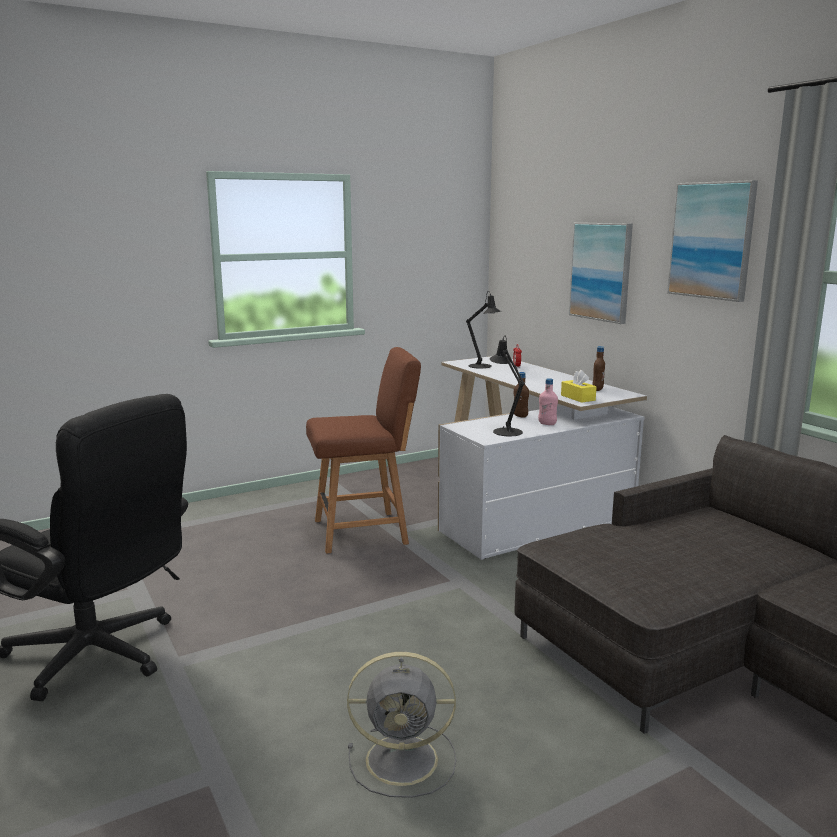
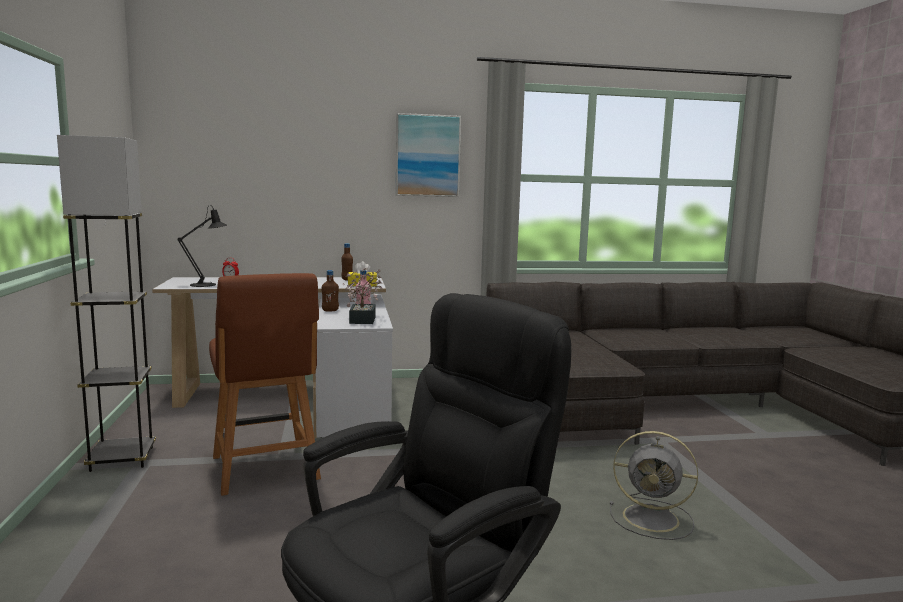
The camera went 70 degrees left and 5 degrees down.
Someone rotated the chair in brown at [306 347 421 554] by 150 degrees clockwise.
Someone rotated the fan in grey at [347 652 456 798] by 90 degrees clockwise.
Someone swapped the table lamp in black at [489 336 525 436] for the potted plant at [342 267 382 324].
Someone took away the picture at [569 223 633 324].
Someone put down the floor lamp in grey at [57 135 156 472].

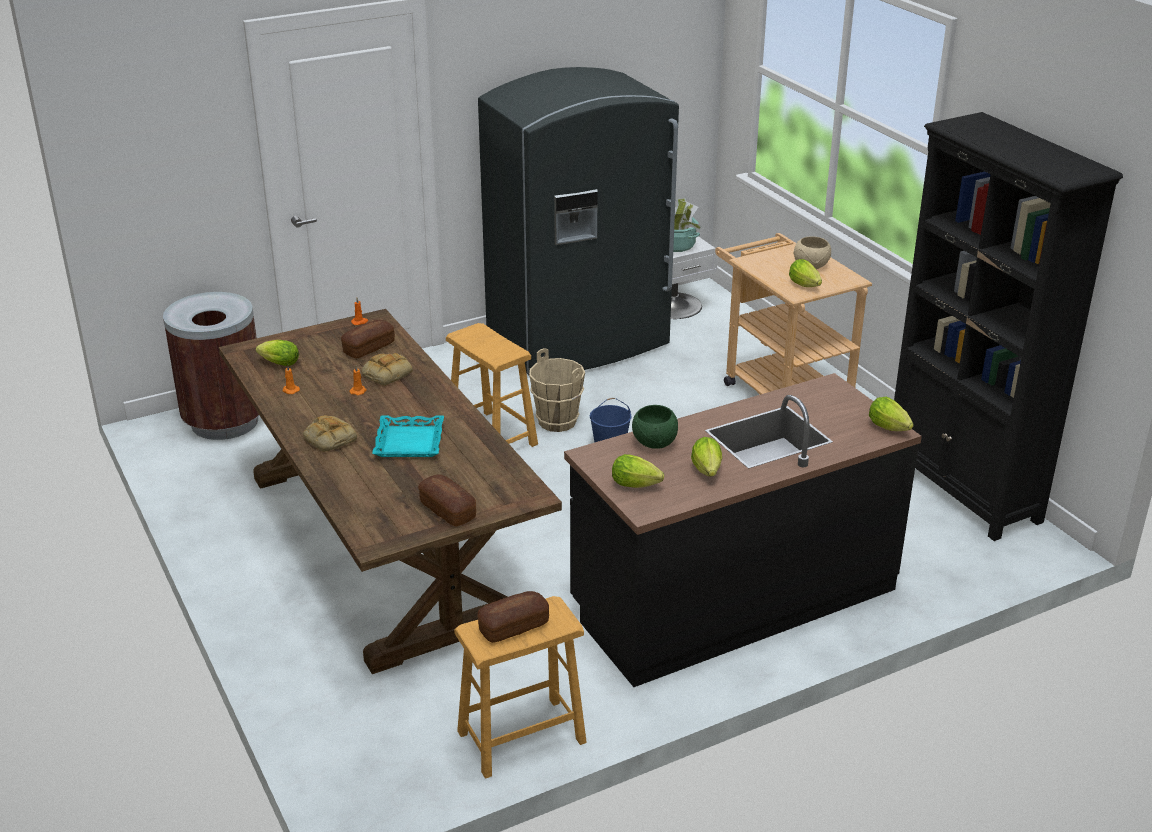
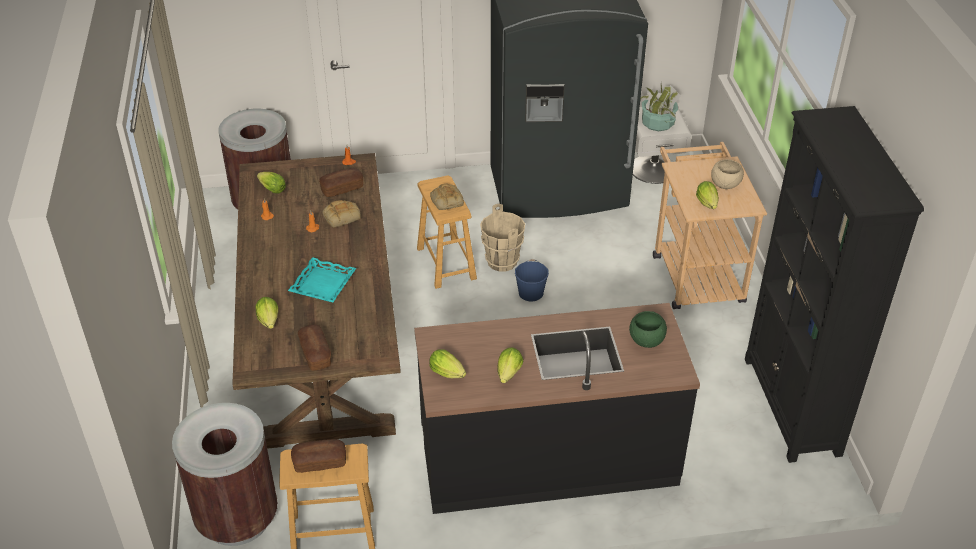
The camera went 20 degrees right and 10 degrees up.
Someone carried the bread from [303 415 357 452] to [430 183 464 210].
Someone carried the bowl in green from [632 405 678 449] to [629 311 667 348].
Someone carried the lettuce from [869 397 914 431] to [255 297 278 329].
Someone put down the trash can in brown at [172 403 278 546].

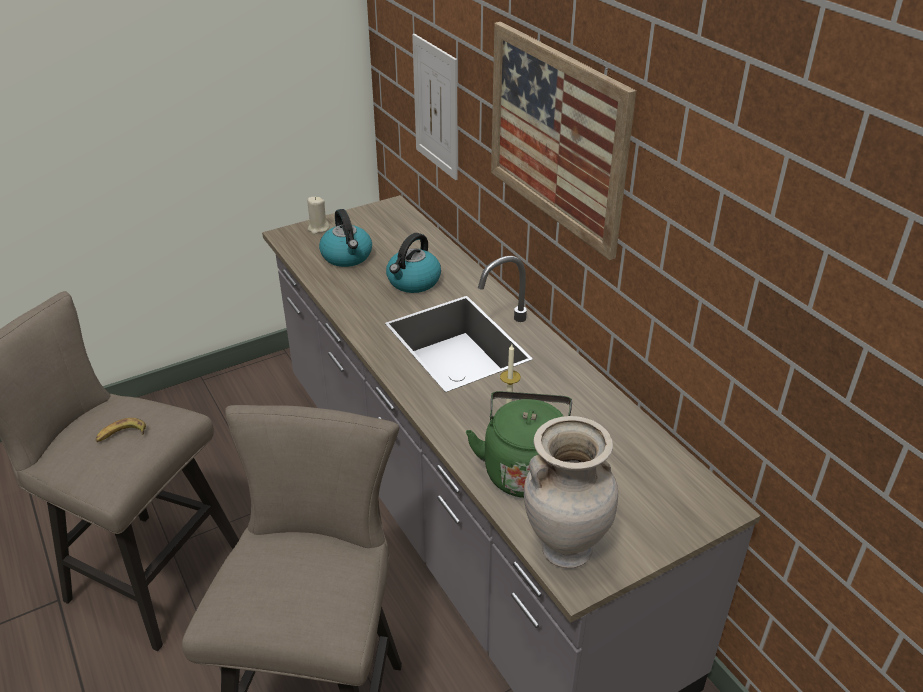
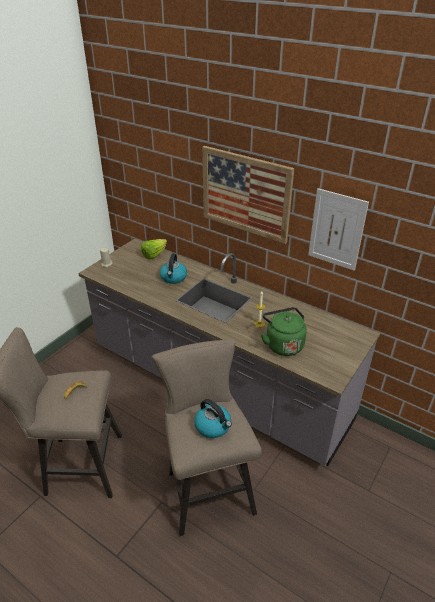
The camera went 25 degrees left and 0 degrees up.
Someone carried the kettle from [319 209 372 267] to [194 399 232 438].
Someone carried the picture from [412 34 458 180] to [308 188 369 271].
Someone took away the vase in beige at [524 416 618 568].
Someone put down the lettuce at [141 239 167 259].

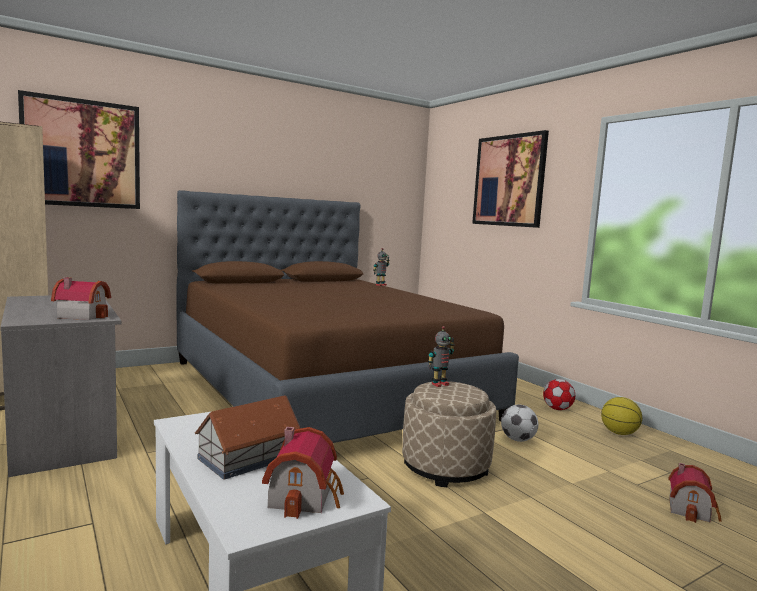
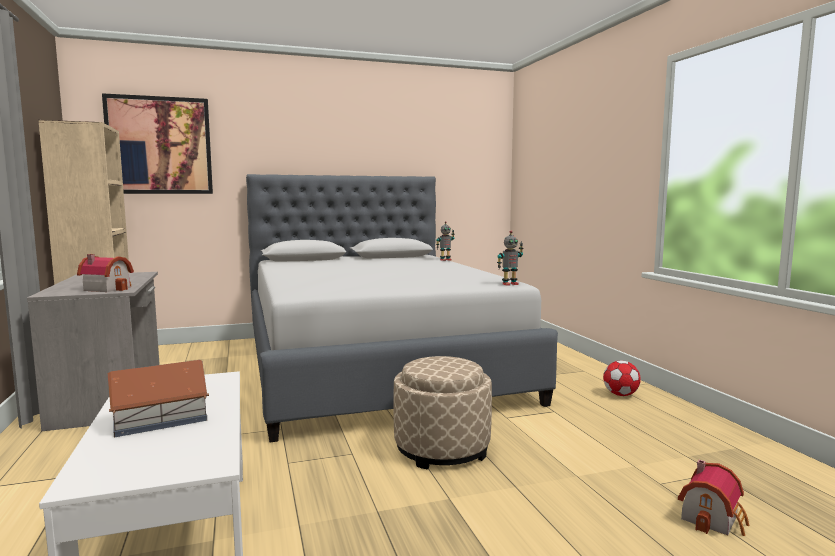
The camera went 15 degrees right and 0 degrees up.
Someone repainted the bed in brown at [176 190 519 443], which became the bed in grey at [246 174 558 443].
Someone took away the toy house at [262 427 344 519].
Someone carried the toy robot from [428 326 455 387] to [497 231 523 286].
Someone took away the picture at [472 130 549 228].
Someone took away the football at [501 404 538 442].
Someone took away the basketball at [601 397 642 435].

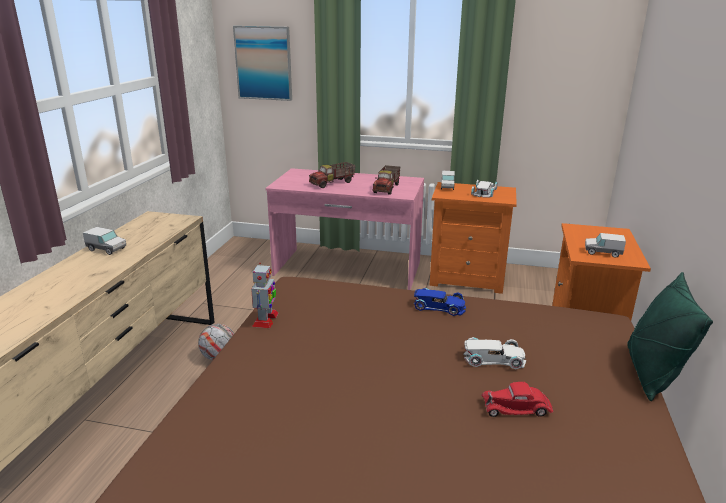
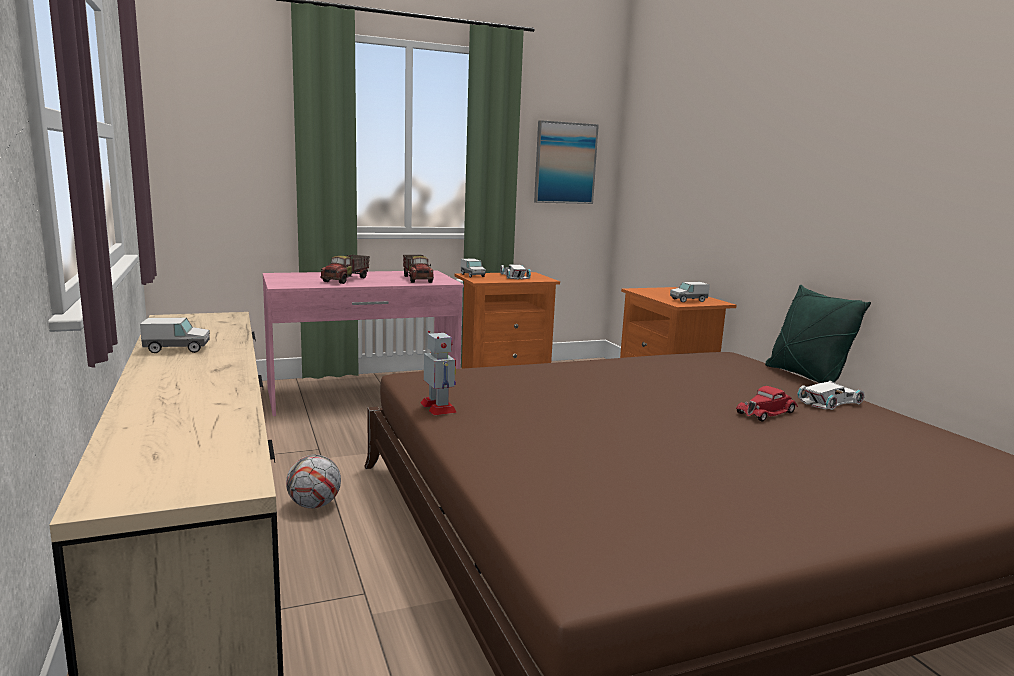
The camera went 35 degrees left and 10 degrees down.
Someone carried the picture from [233 26 292 101] to [534 120 599 204].
Someone took away the toy car in blue at [414 288 466 316].
Someone carried the toy car in white from [464 337 526 369] to [797 381 865 410].

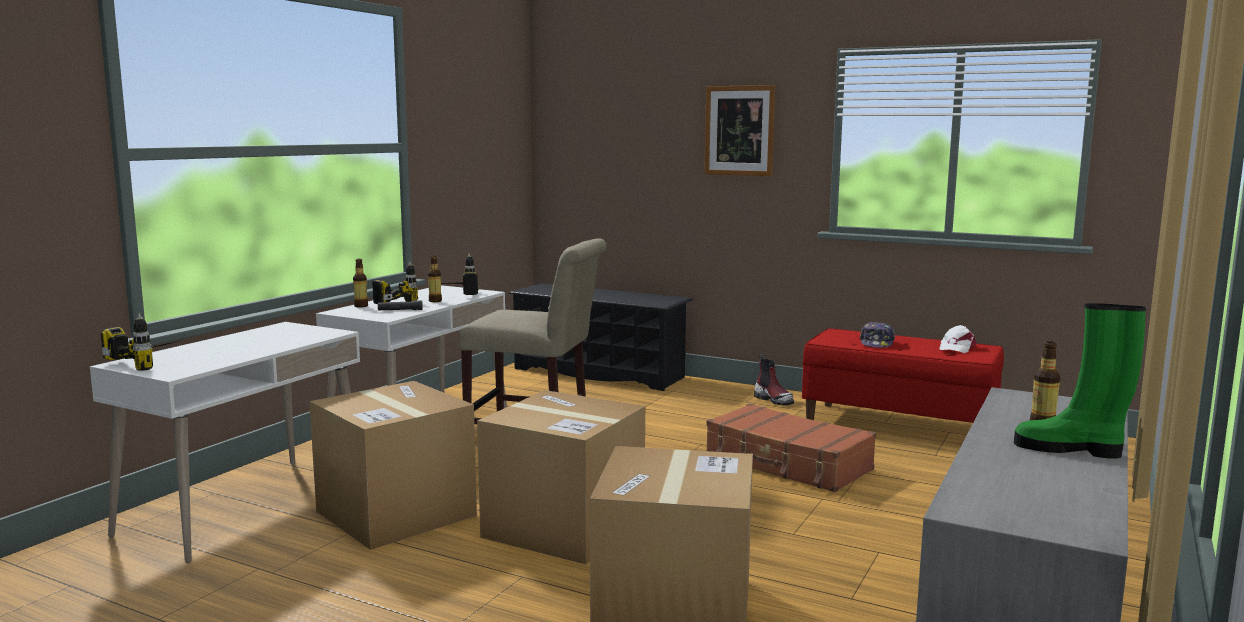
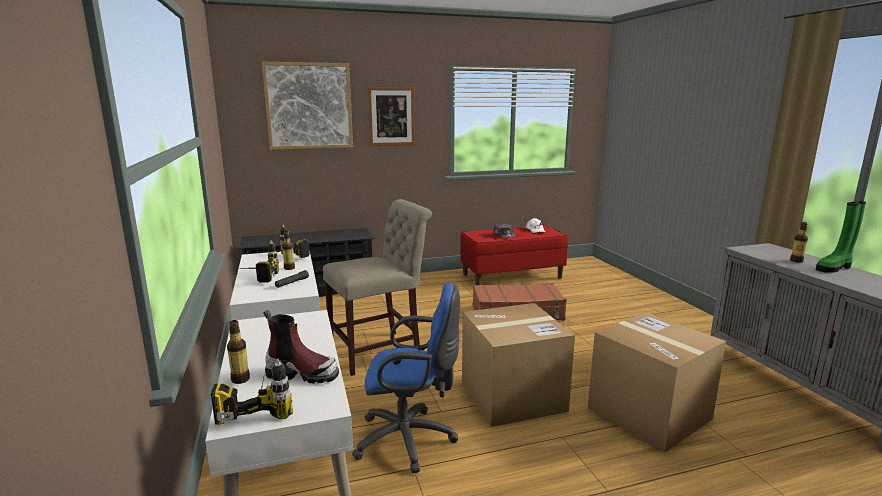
The camera went 45 degrees left and 5 degrees up.
Someone swapped the cardboard box at [309 381 477 550] for the office chair in blue at [352 283 460 473].
Someone carried the bottle from [353 259 368 308] to [227 320 250 384].
Someone carried the boot from [754 354 794 406] to [263 310 339 383].
Someone put up the picture at [262 62 353 150].

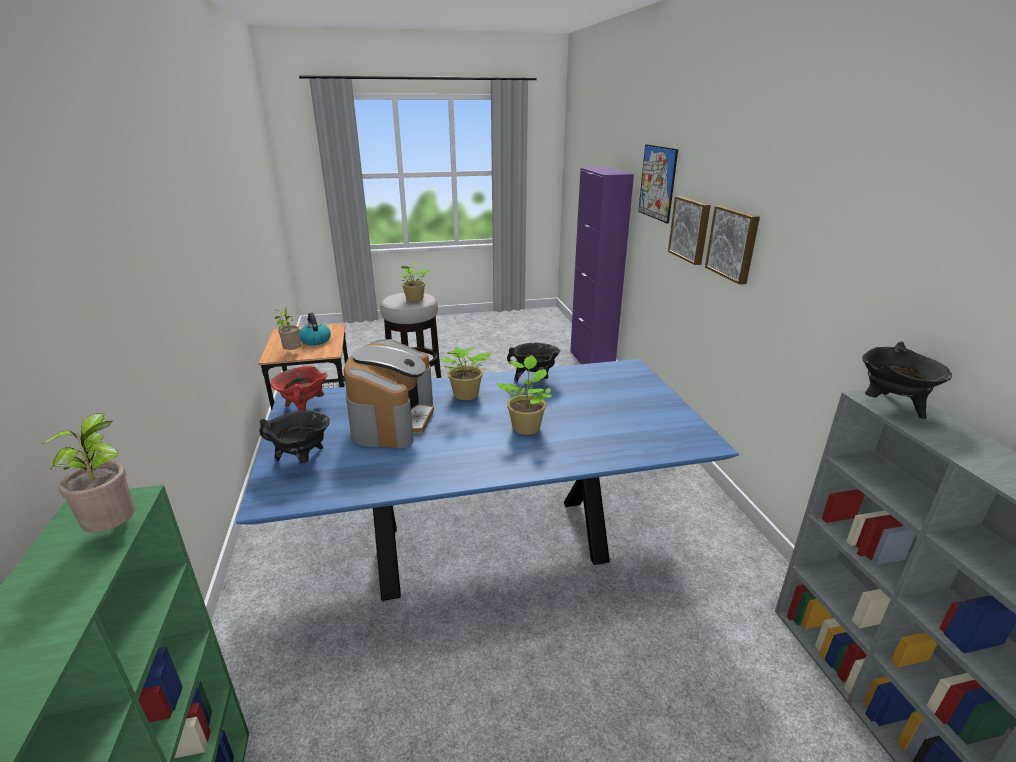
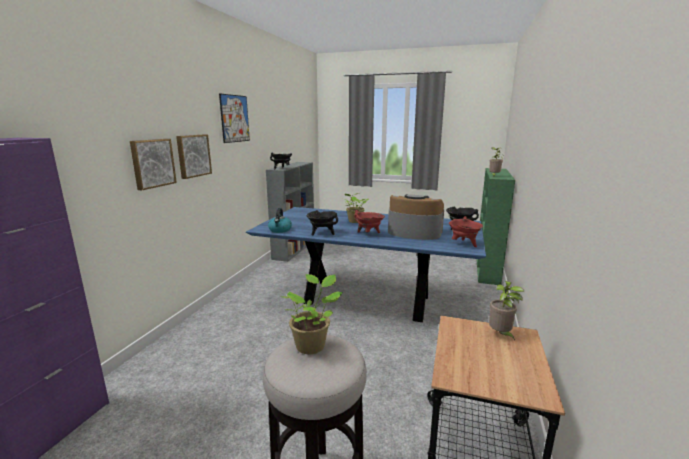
The camera went 150 degrees left and 10 degrees down.
Someone carried the kettle from [299 313 331 345] to [268 208 292 233].
Someone rotated the coffee machine at [343 339 434 449] by 75 degrees clockwise.
Someone swapped the potted plant at [439 347 491 400] for the cooking pot in red at [354 210 385 233].
Someone carried the picture from [638 144 678 224] to [219 93 250 143].

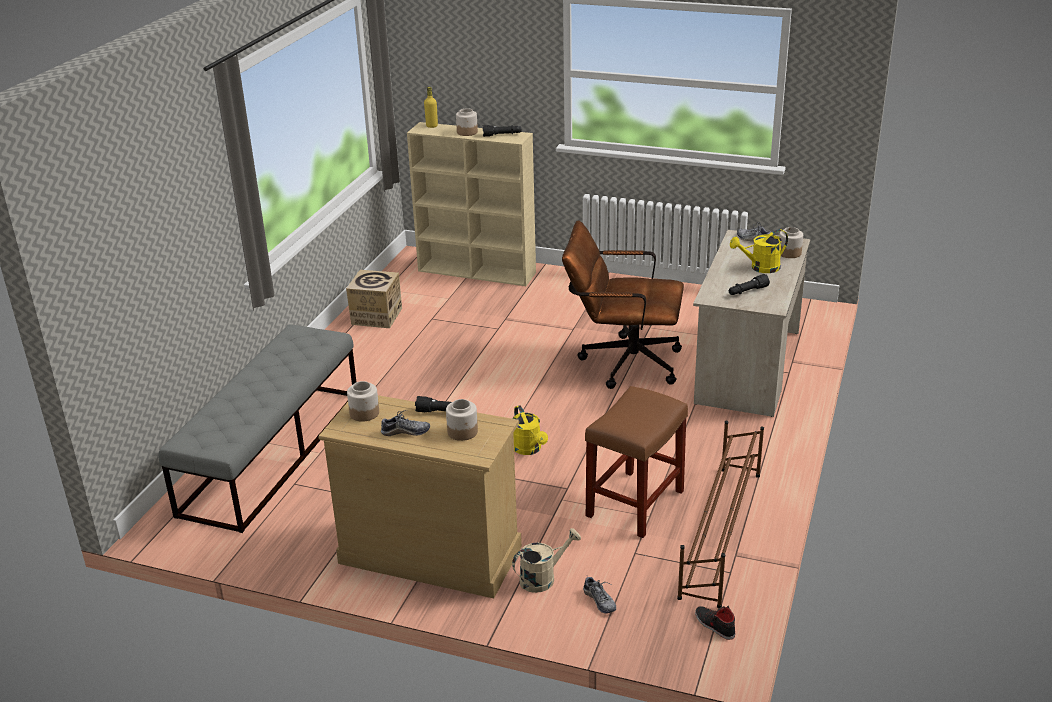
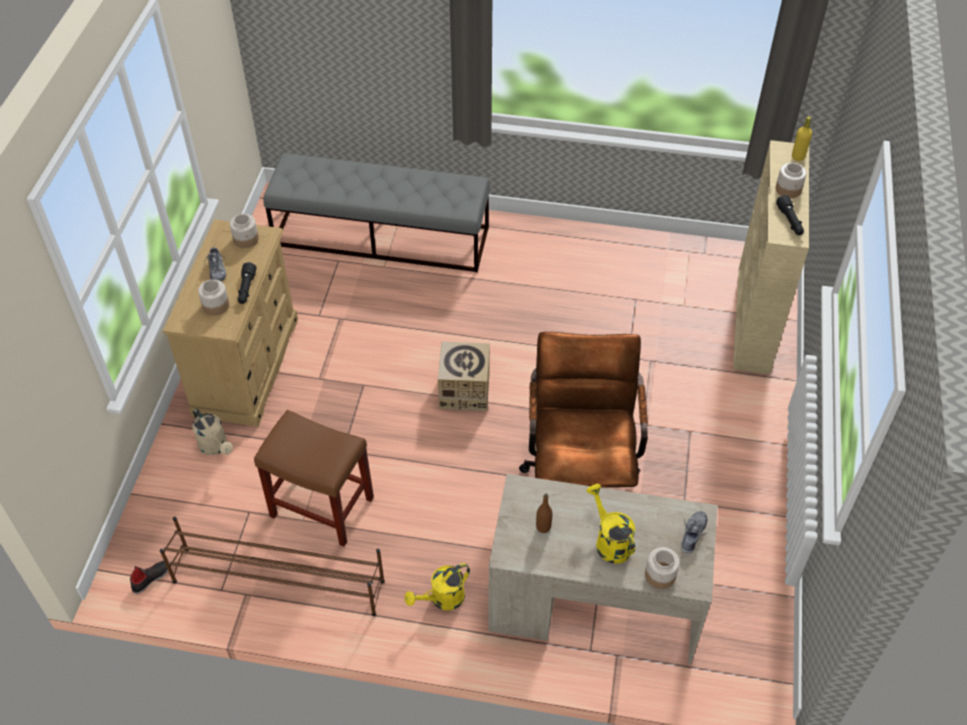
The camera went 80 degrees right and 20 degrees up.
Someone carried the cardboard box from [346 270 402 328] to [438 341 490 411].
Someone carried the watering can in yellow from [513 405 548 455] to [404 563 470 611].
Someone took away the shoe at [583 577 616 613].
Someone swapped the flashlight in black at [729 274 770 295] for the bottle in brown at [536 494 552 533].

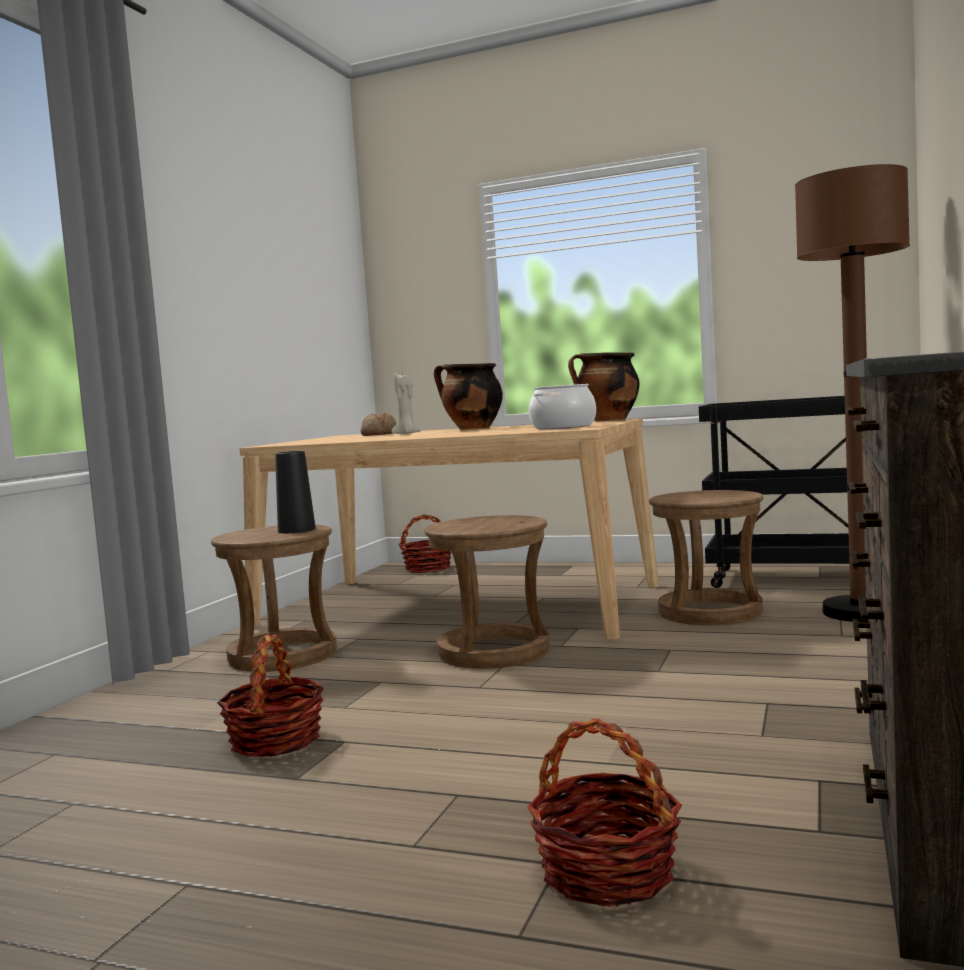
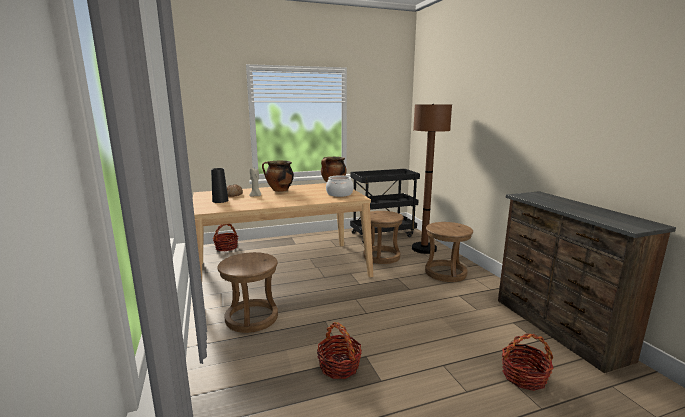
The camera went 40 degrees left and 10 degrees up.
Someone carried the vase in black from [275 451 316 533] to [211 168 228 203].
Someone carried the stool in brown from [424 515 550 669] to [425 222 473 282].

